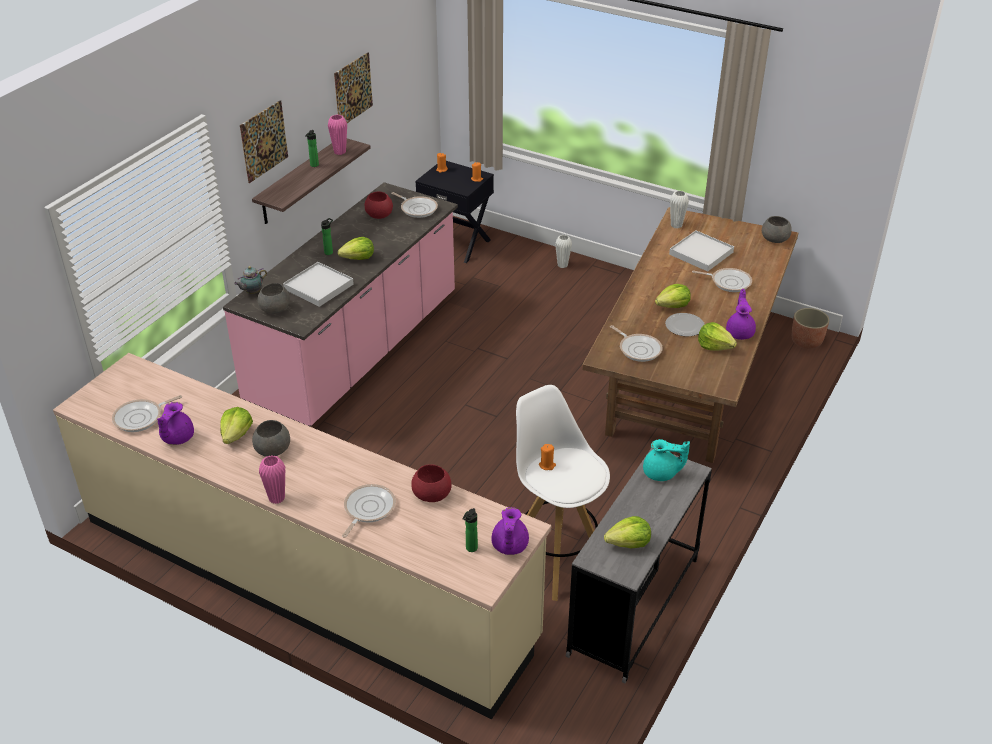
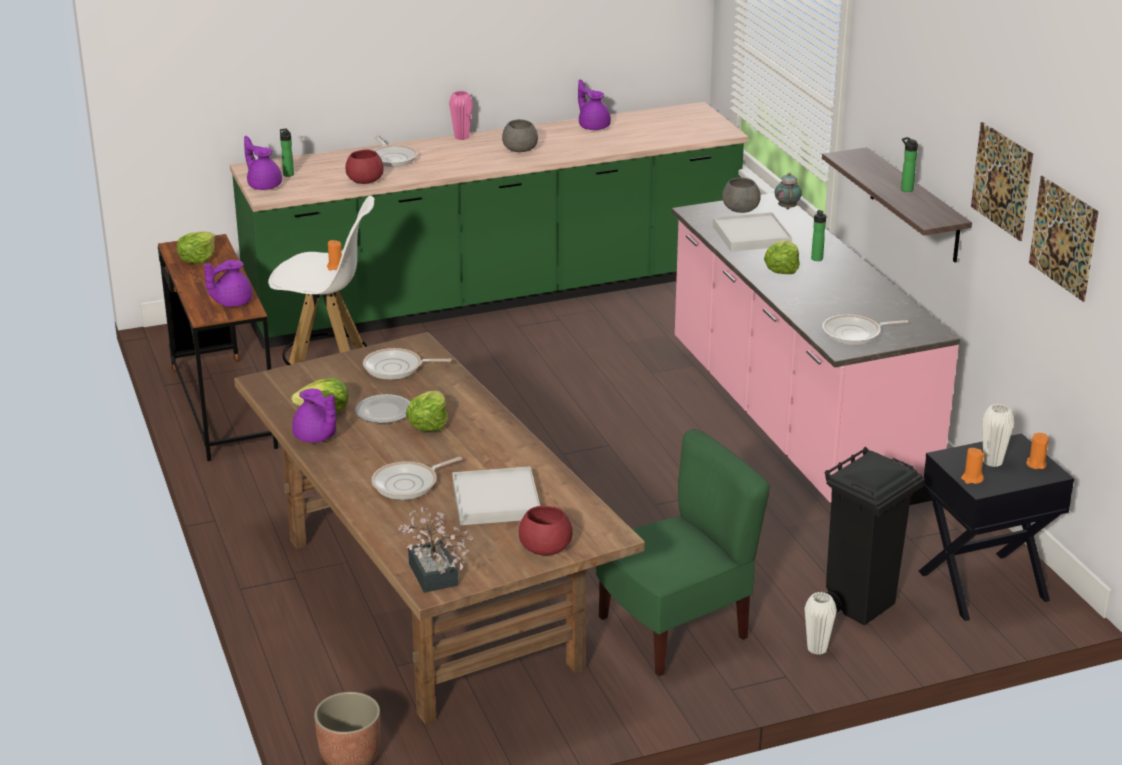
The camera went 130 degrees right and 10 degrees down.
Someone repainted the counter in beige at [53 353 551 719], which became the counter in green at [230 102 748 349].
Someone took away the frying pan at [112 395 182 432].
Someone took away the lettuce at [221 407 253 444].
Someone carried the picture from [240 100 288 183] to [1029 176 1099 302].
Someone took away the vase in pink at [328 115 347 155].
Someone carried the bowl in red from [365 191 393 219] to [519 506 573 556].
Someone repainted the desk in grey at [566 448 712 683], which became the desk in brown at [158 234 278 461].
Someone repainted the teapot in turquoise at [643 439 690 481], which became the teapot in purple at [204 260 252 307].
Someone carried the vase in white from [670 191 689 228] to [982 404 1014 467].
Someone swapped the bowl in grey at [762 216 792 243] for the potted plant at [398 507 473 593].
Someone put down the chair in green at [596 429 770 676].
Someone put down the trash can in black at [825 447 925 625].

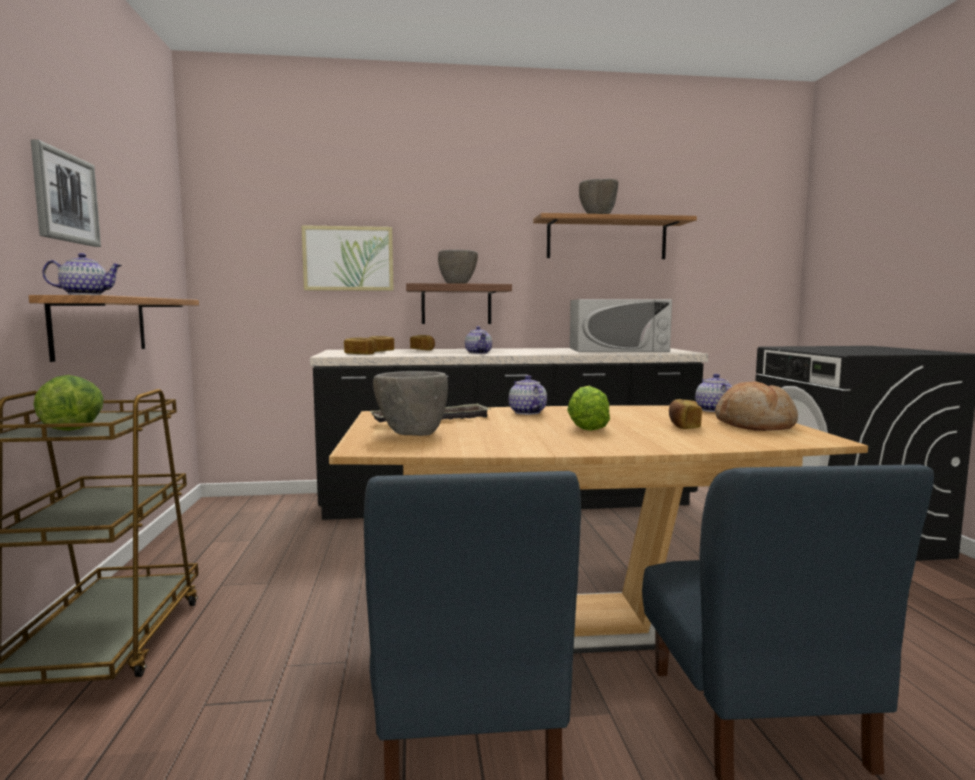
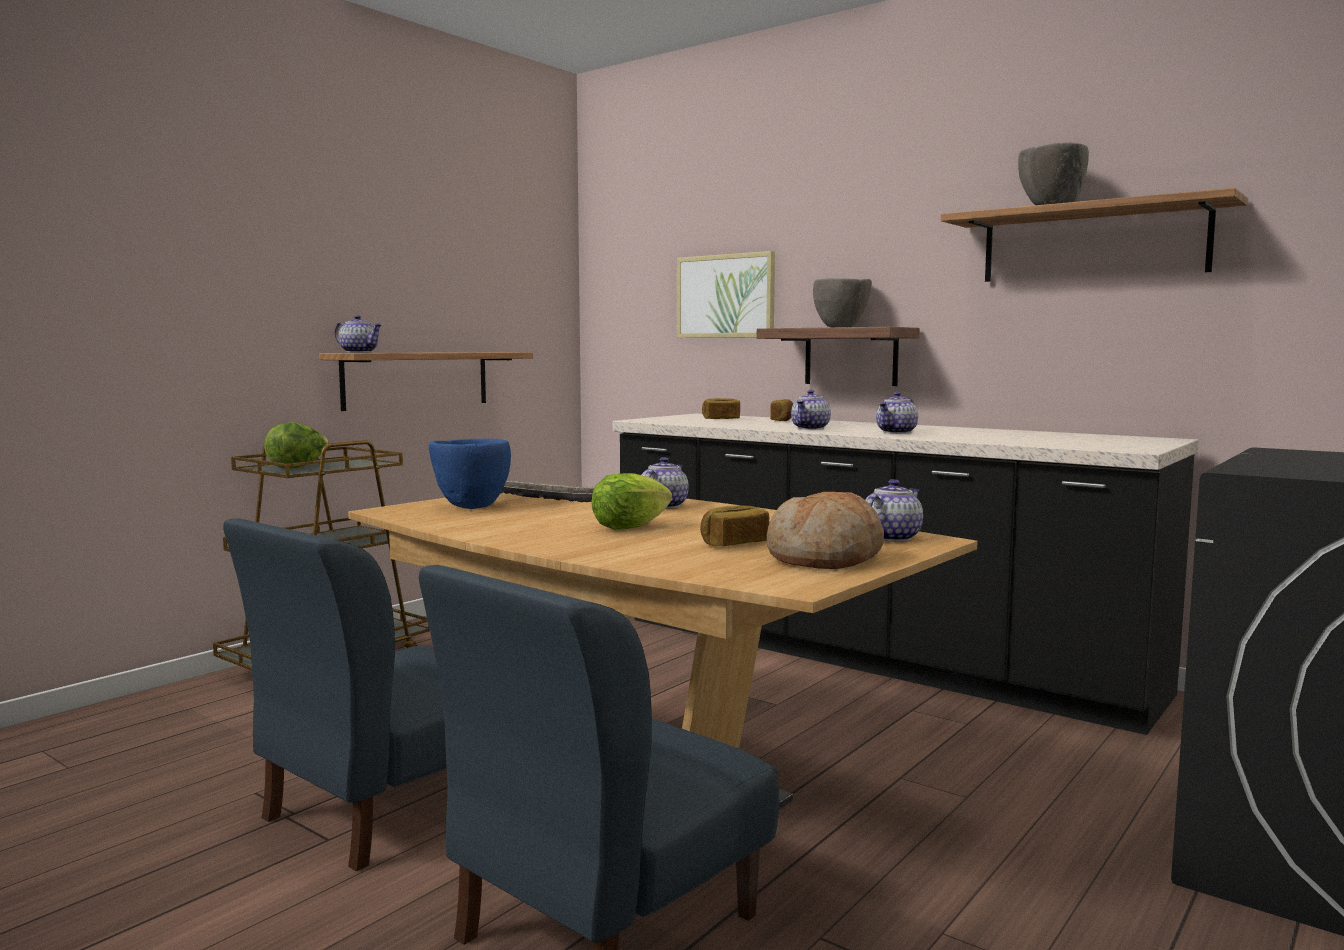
The camera went 45 degrees right and 0 degrees up.
Someone took away the picture at [31 139 101 247].
Someone took away the bread at [344 338 377 355].
Someone repainted the bowl in grey at [373 371 448 436], which became the bowl in blue at [429 439 511 509].
Someone took away the microwave in white at [570 299 672 352].
Someone put down the teapot at [876 392 918 434].

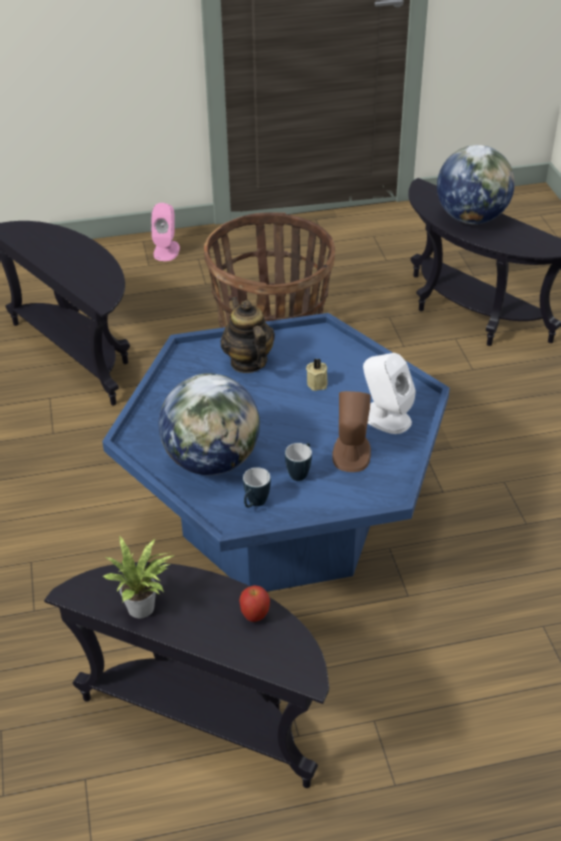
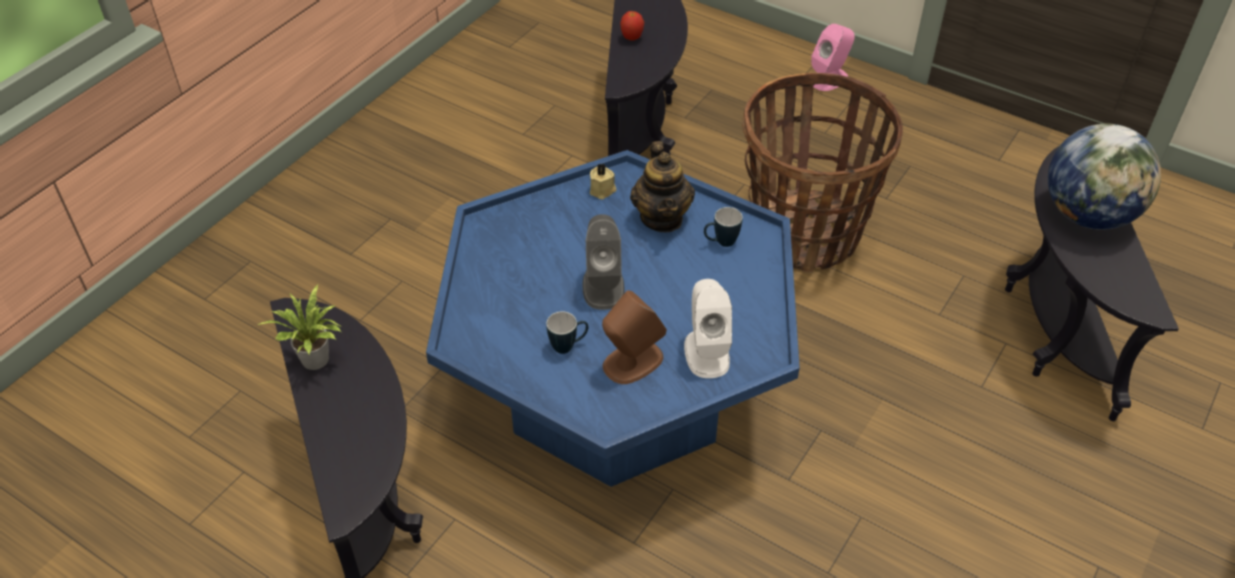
The camera went 45 degrees right and 5 degrees up.
Someone took away the globe at [158 373 260 475].
Someone rotated the teapot at [220 297 275 373] by 150 degrees clockwise.
Someone carried the apple from [239 585 270 622] to [620 11 644 41].
Someone carried the mug from [243 467 271 508] to [704 207 743 247].
Someone carried the candle in beige from [306 358 327 391] to [590 164 617 199].
Someone put down the speaker in grey at [582 214 624 310].

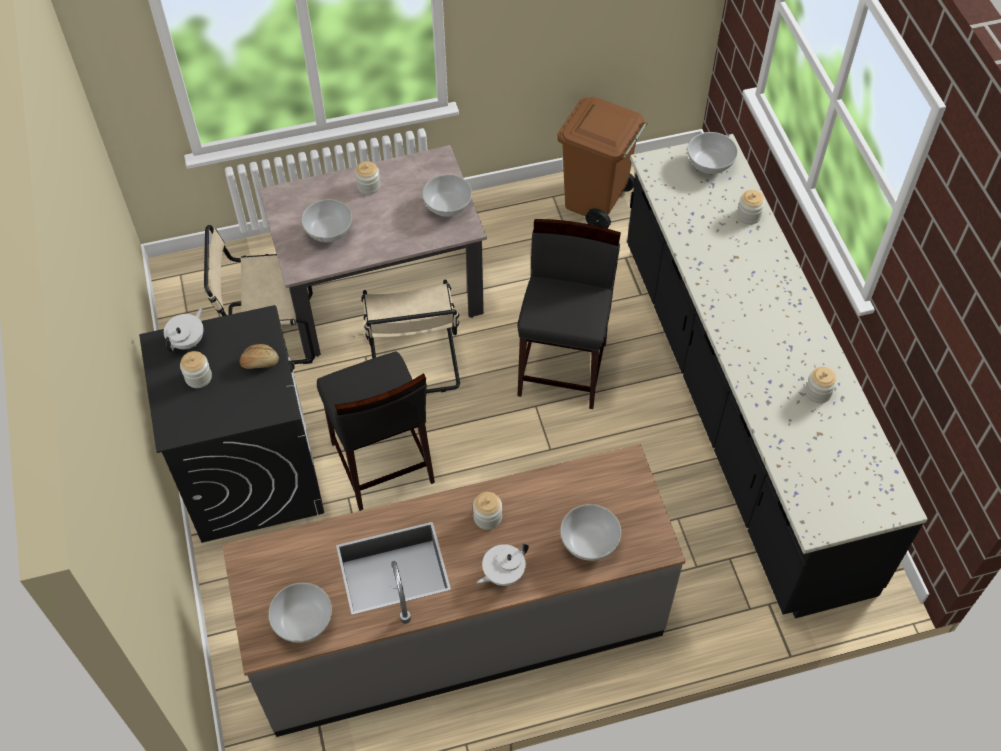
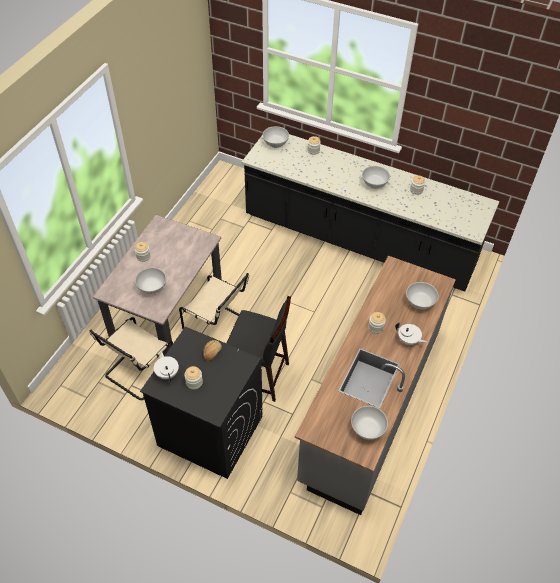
The camera went 50 degrees left and 5 degrees down.
Someone carried the bowl in white from [422 174 472 217] to [362 166 390 189].
Someone rotated the teapot in white at [476 543 529 586] by 60 degrees counterclockwise.
Someone took away the stool in black at [517 219 621 409].
Someone took away the trash can in brown at [557 97 648 229].

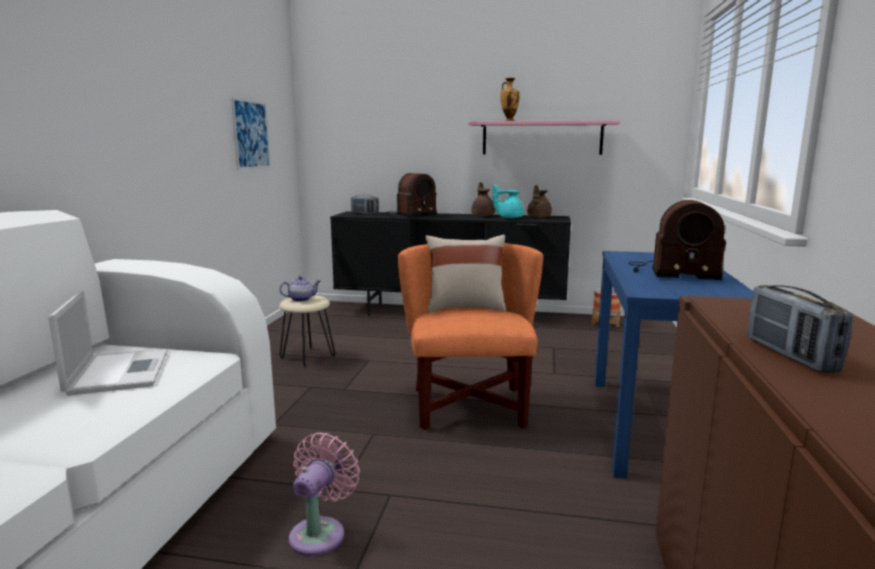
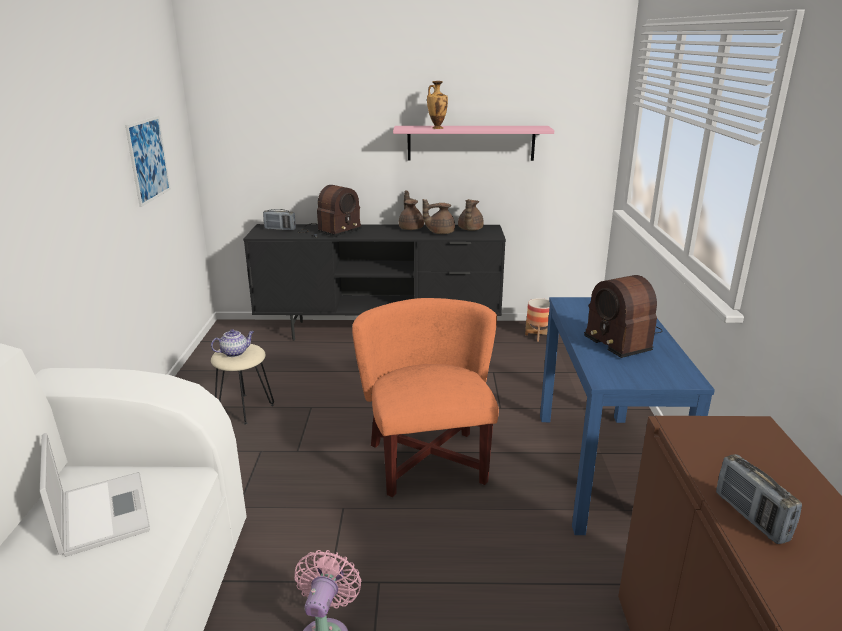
The camera went 10 degrees left and 10 degrees up.
Someone took away the pillow in beige at [425 235 506 313].
Someone repainted the teapot in turquoise at [493 184 524 218], which became the teapot in brown at [422 199 455 234].
Someone rotated the radio at [628 200 726 280] by 60 degrees clockwise.

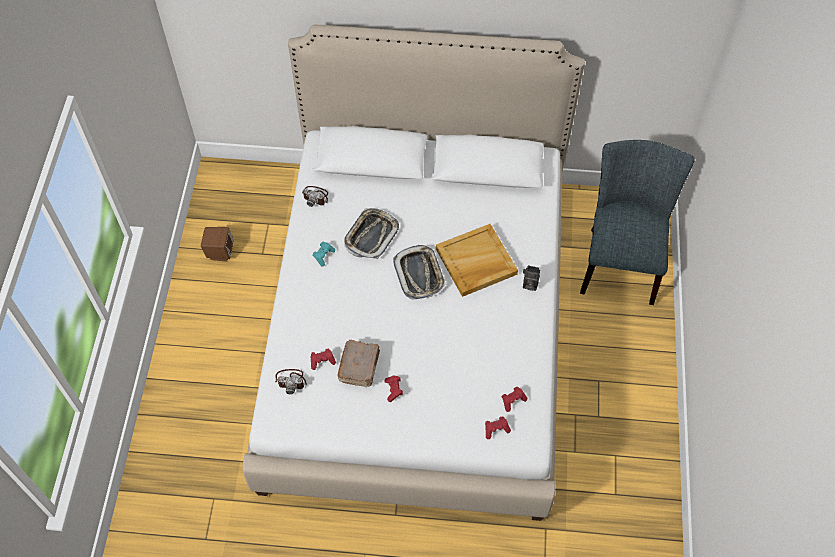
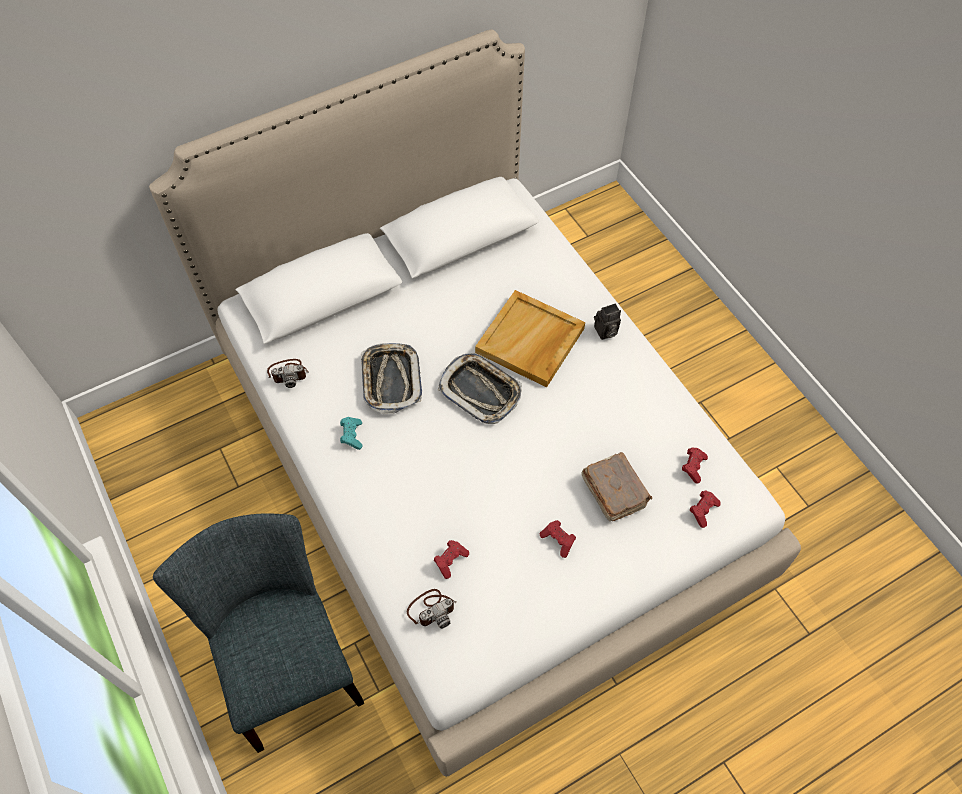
The camera went 35 degrees left and 0 degrees up.
Someone took away the speaker in brown at [201 227 234 262].
Someone carried the book in brown from [338 340 380 387] to [581 452 652 521].
Someone carried the chair in grey from [580 140 695 305] to [153 513 364 753].

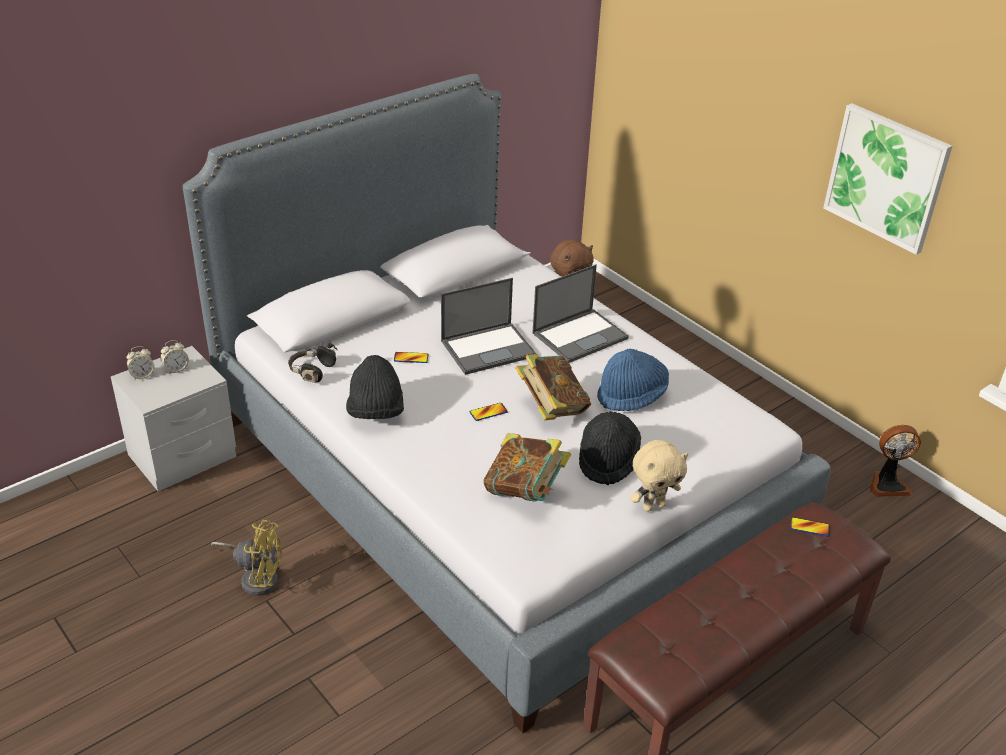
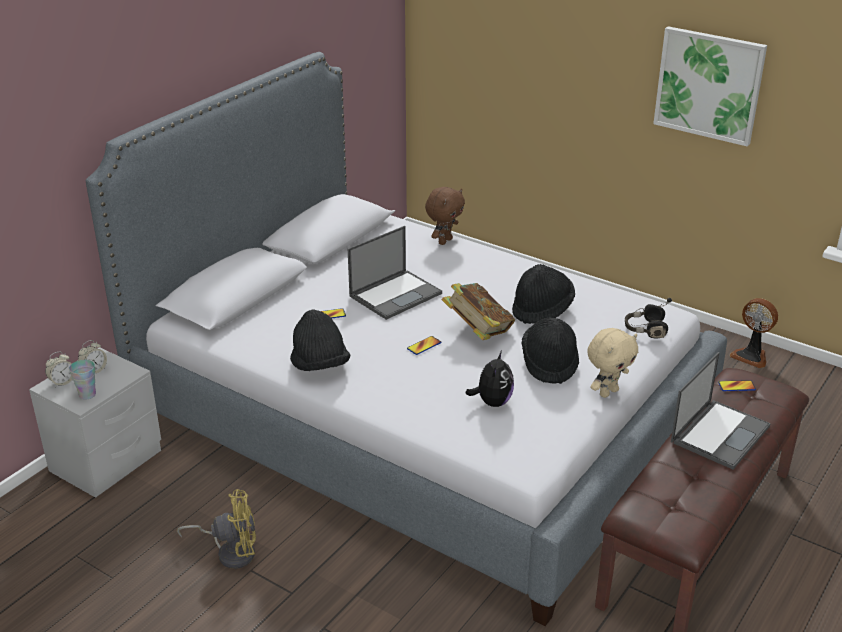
The camera went 15 degrees left and 5 degrees down.
Someone carried the headphones in black from [288 343 338 383] to [625 298 672 338].
Someone swapped the book at [483 433 571 502] for the plush toy at [465 351 514 407].
Someone carried the laptop from [532 264 629 363] to [671 352 771 469].
Someone repainted the hat in blue at [597 349 669 411], which became the hat in black at [512 264 575 324].
Someone rotated the fan at [870 425 921 497] by 60 degrees clockwise.
Someone put down the cup at [69 360 96 400].

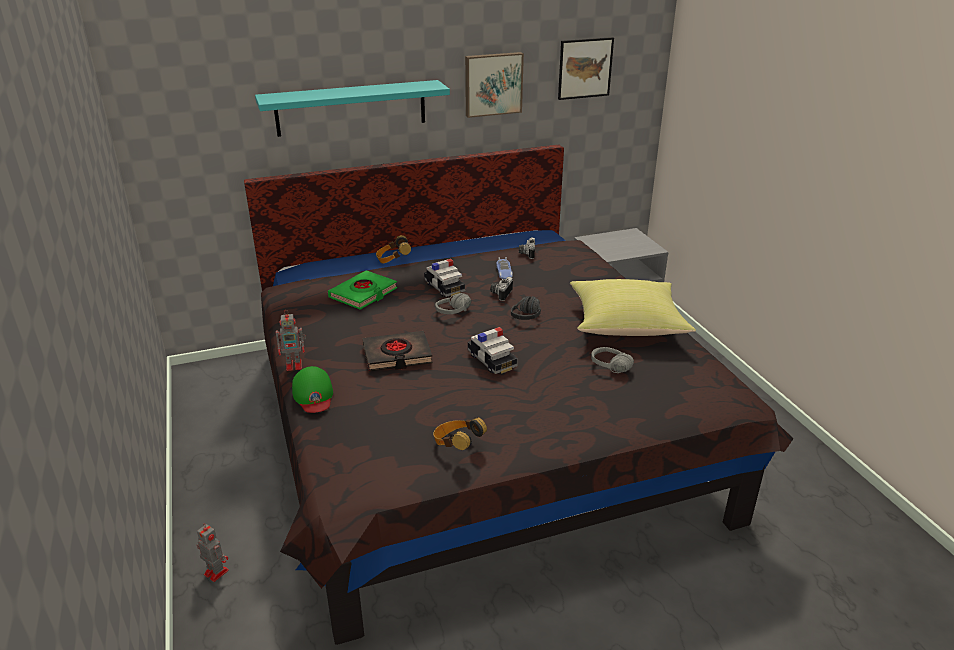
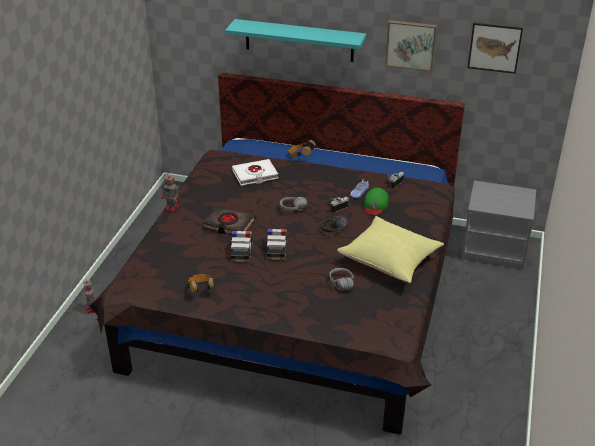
The camera went 35 degrees right and 5 degrees up.
Someone carried the cap in green from [292 366 333 413] to [364 188 389 215].
Someone repainted the book in green at [328 270 398 310], which became the book in white at [232 159 278 186].
Someone carried the toy car from [424 259 465 297] to [231 231 252 262].

